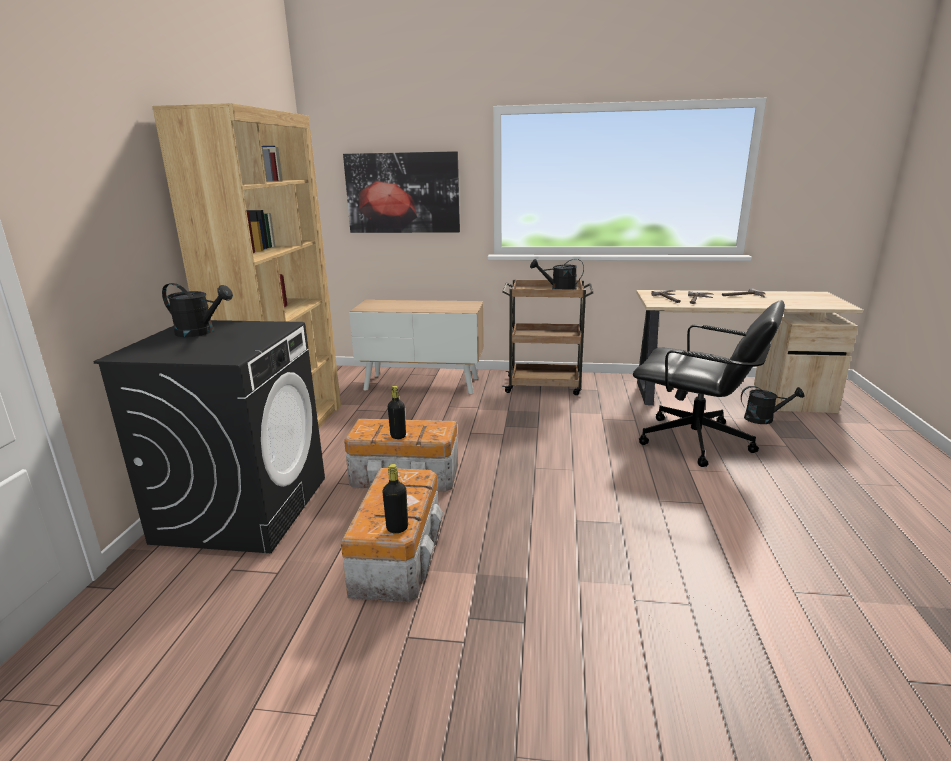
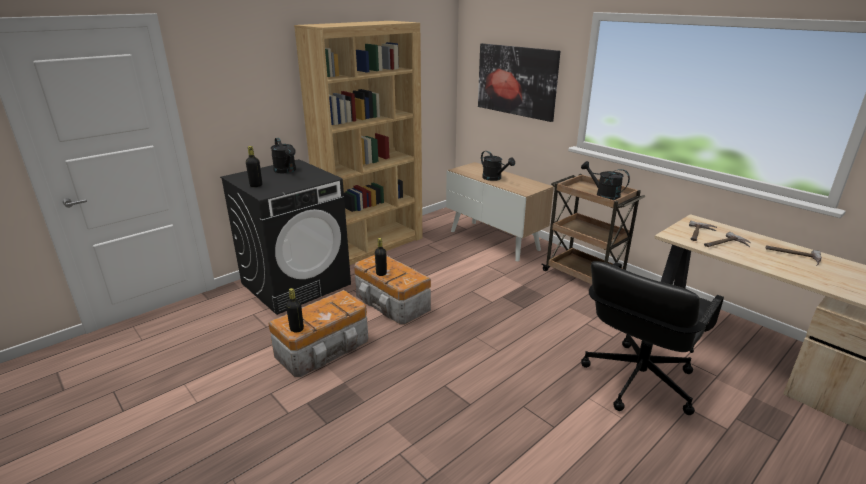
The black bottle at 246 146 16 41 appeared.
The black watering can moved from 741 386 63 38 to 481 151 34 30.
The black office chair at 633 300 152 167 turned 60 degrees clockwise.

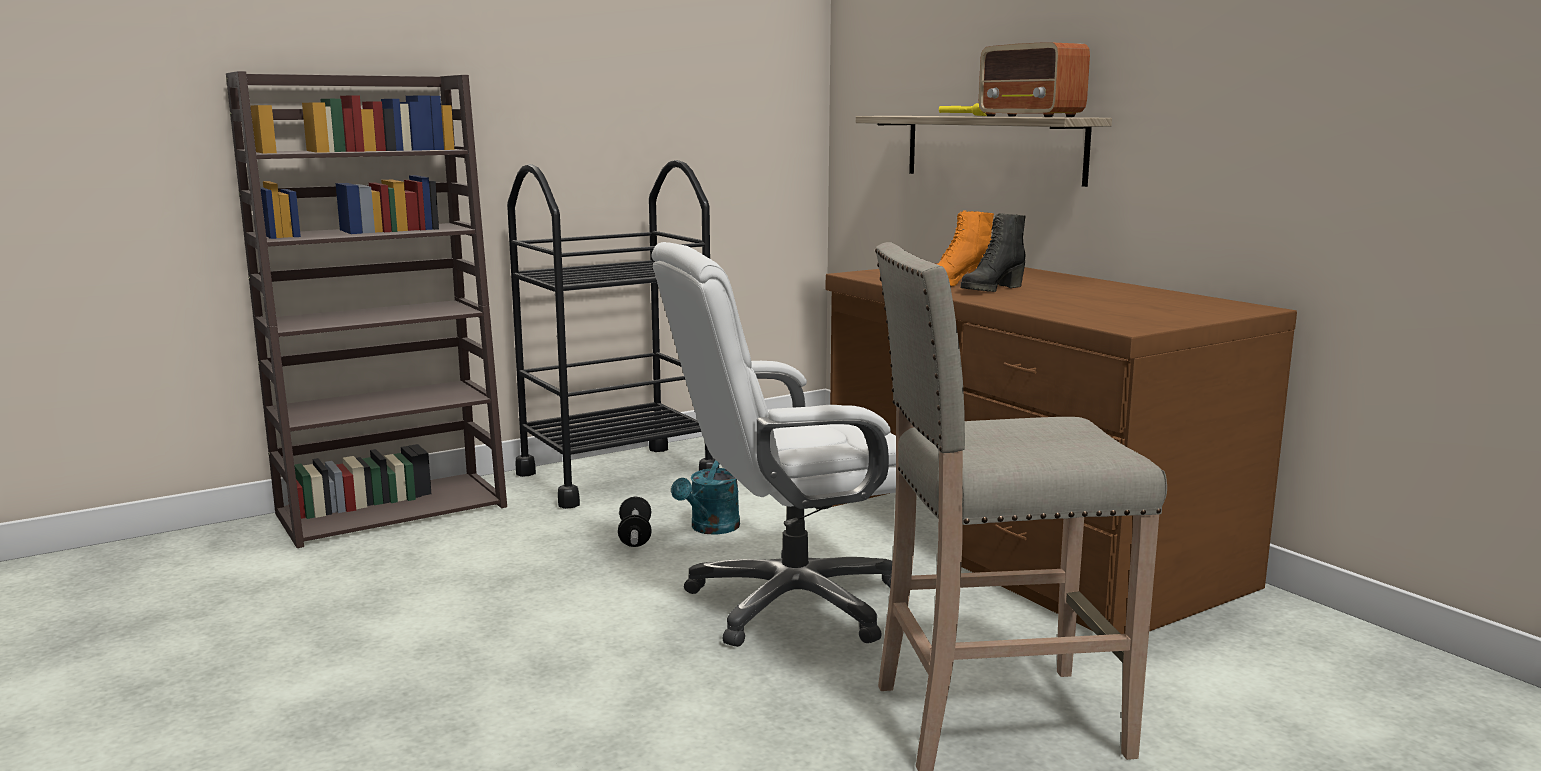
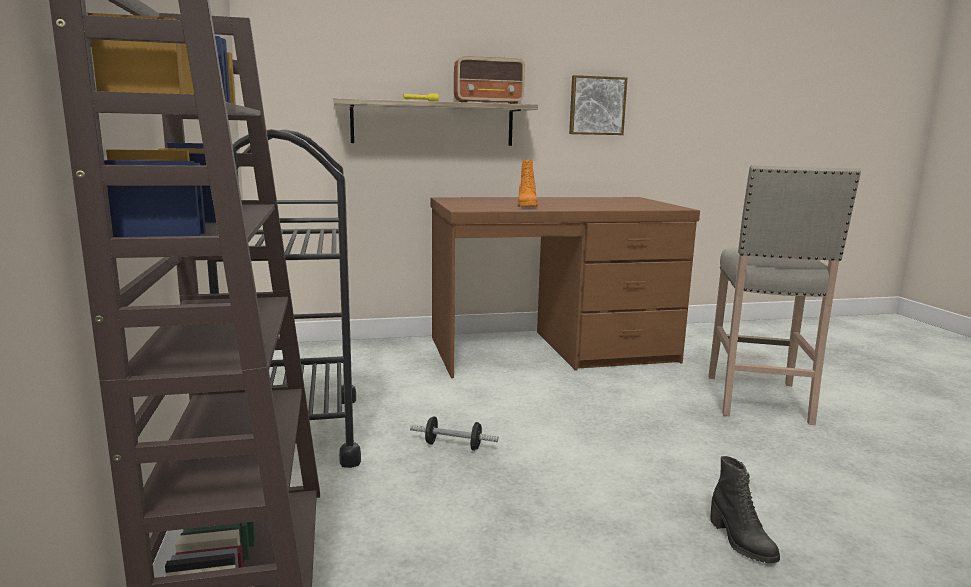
The picture at 569 75 58 60 appeared.
The black boot moved from 961 213 65 79 to 710 456 70 108.
The white office chair at 652 242 244 405 disappeared.
The turquoise watering can at 671 460 69 74 disappeared.

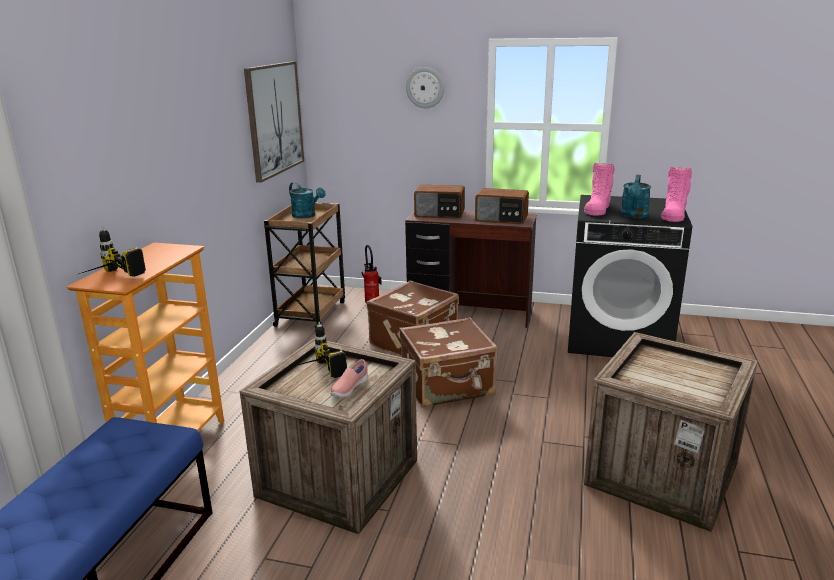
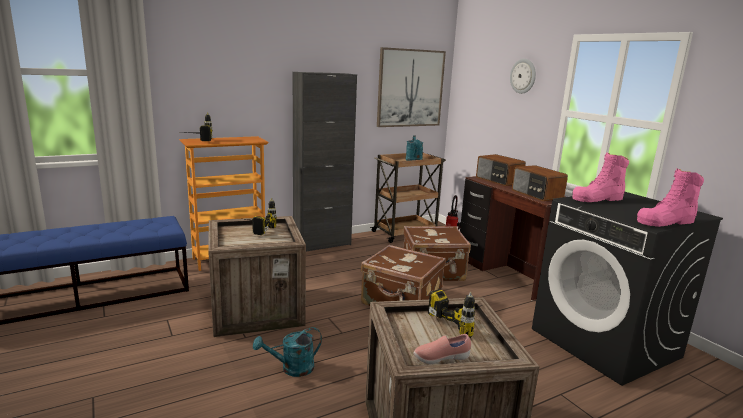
The turquoise watering can moved from 621 175 30 43 to 253 327 69 50.
The black cabinet at 293 72 64 180 appeared.
The pink shoe moved from 331 359 37 38 to 413 334 58 30.
The power drill at 428 289 54 49 appeared.

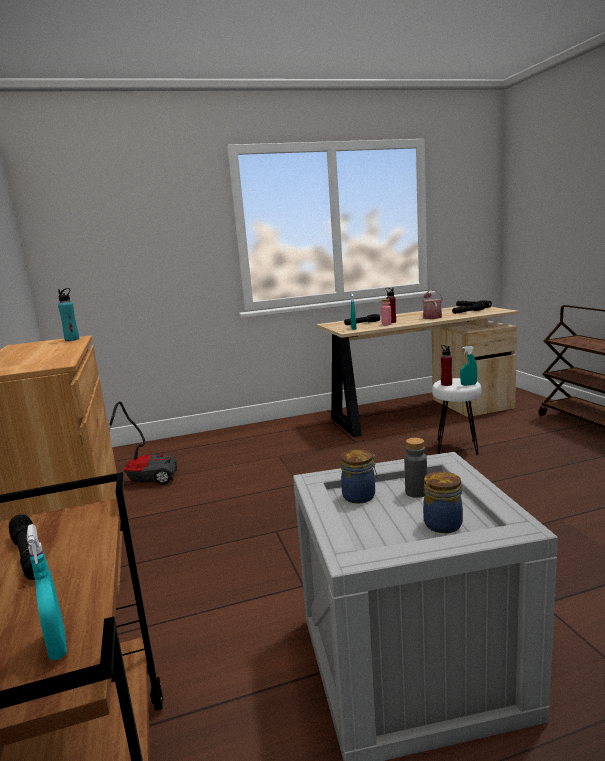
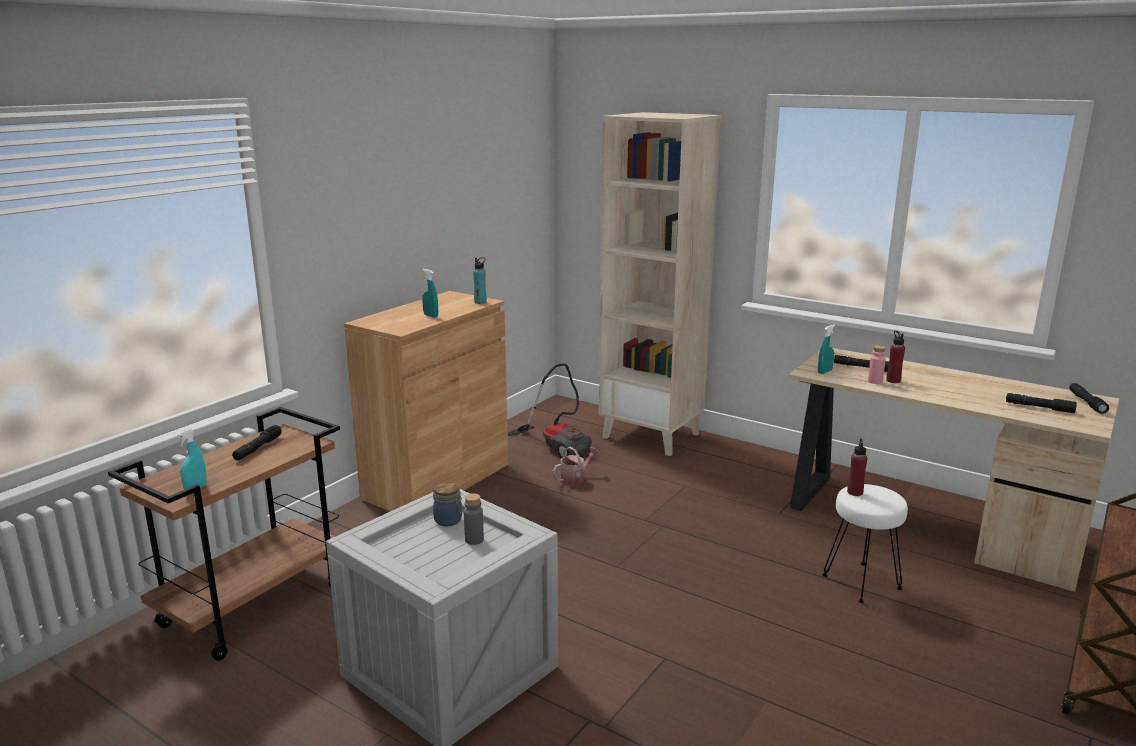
The turquoise spray bottle moved from 460 346 17 40 to 422 269 16 49.
The watering can moved from 422 290 21 29 to 553 447 46 39.
The beige bookcase at 599 112 122 344 appeared.
The jar at 423 471 40 62 disappeared.

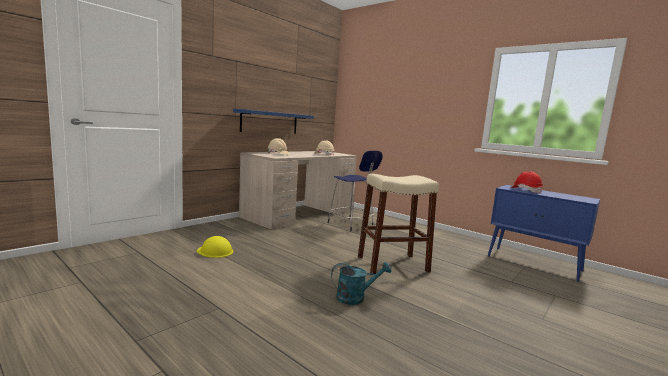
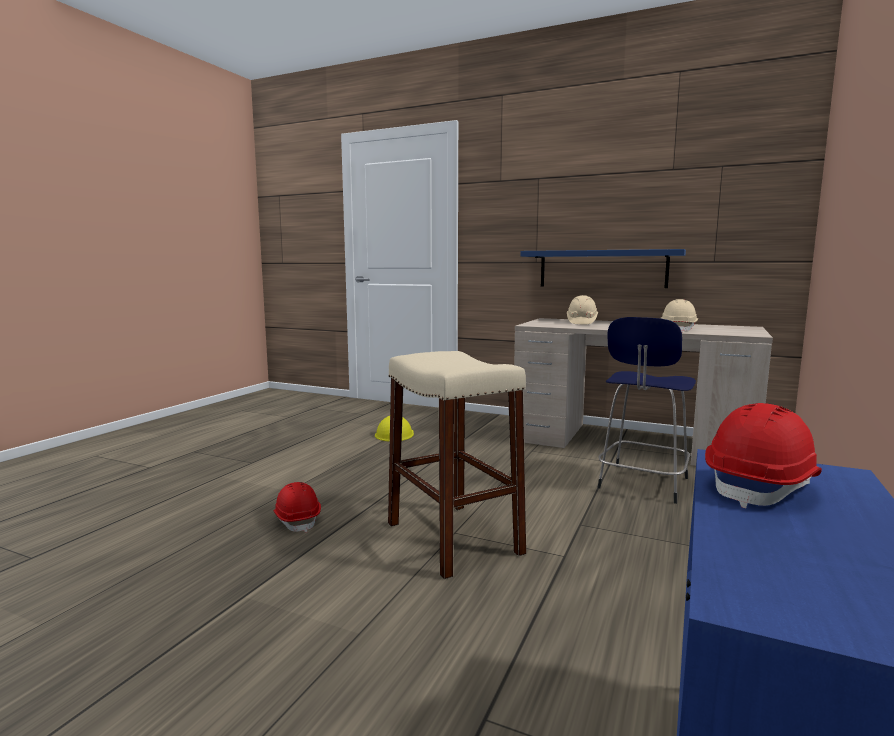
The turquoise watering can at 331 262 60 43 was replaced by the red hard hat at 273 482 48 50.

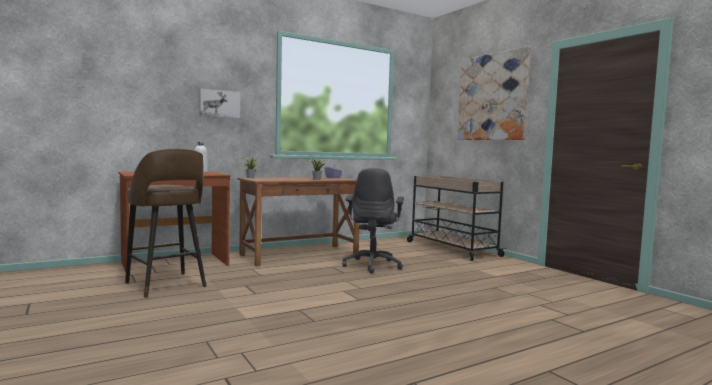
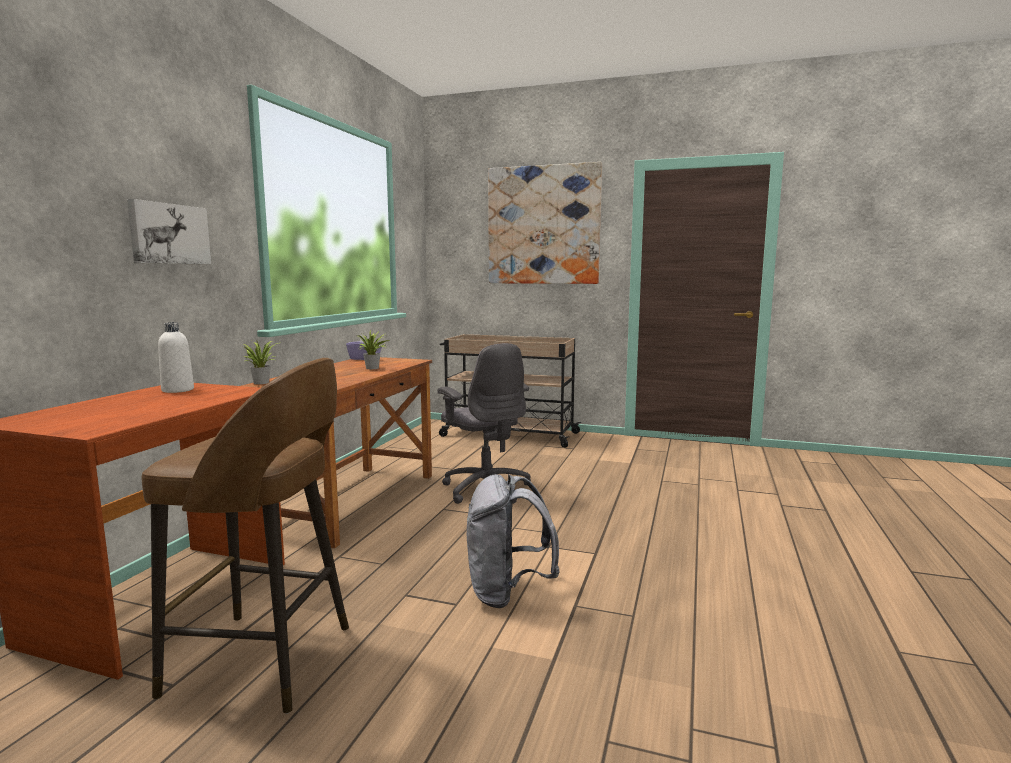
The grey backpack at 467 474 93 134 appeared.

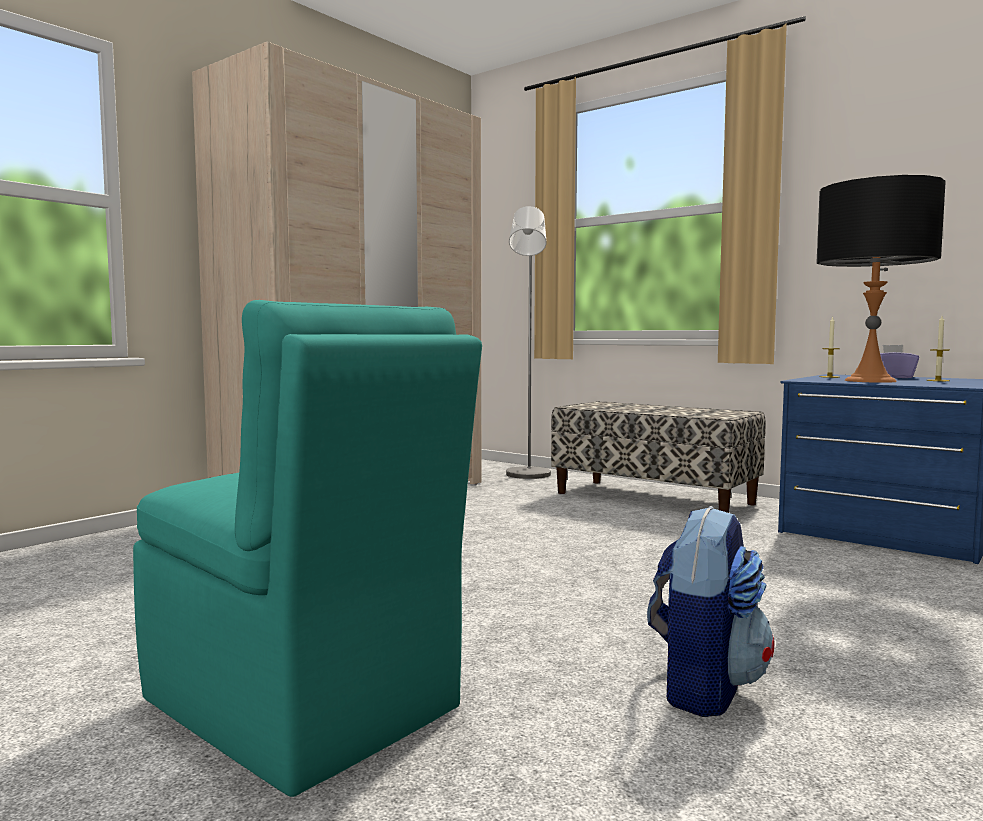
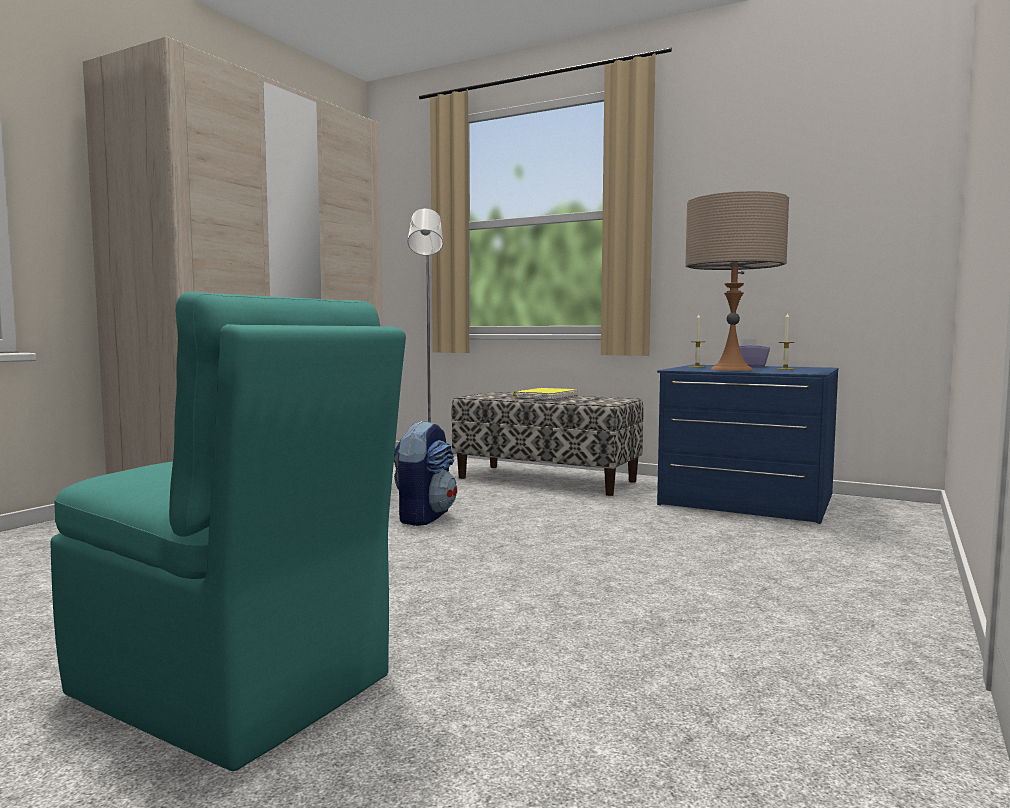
The backpack moved from 647 506 127 211 to 394 421 63 105.
The yellow book at 513 388 65 13 appeared.
The black table lamp at 816 175 130 208 became the beige table lamp at 685 191 104 180.

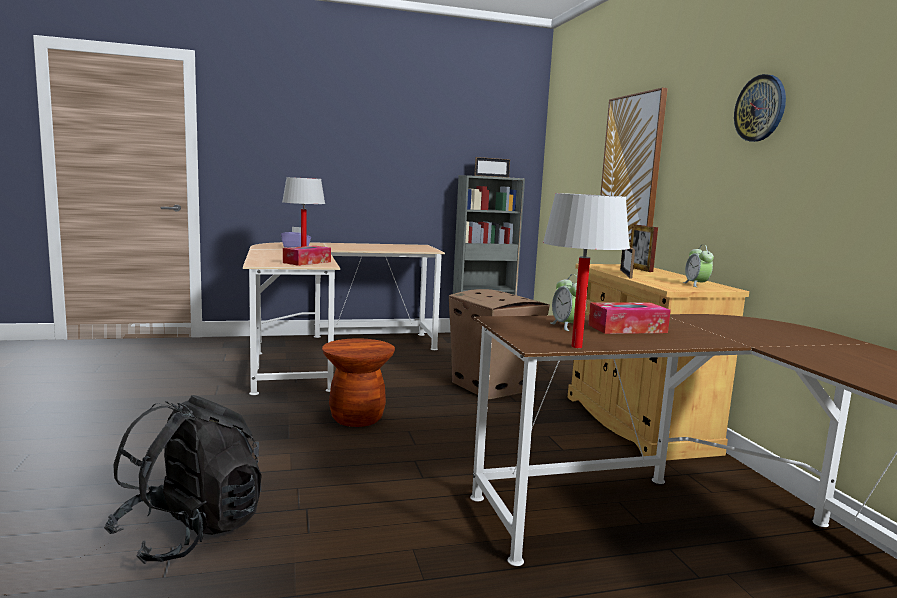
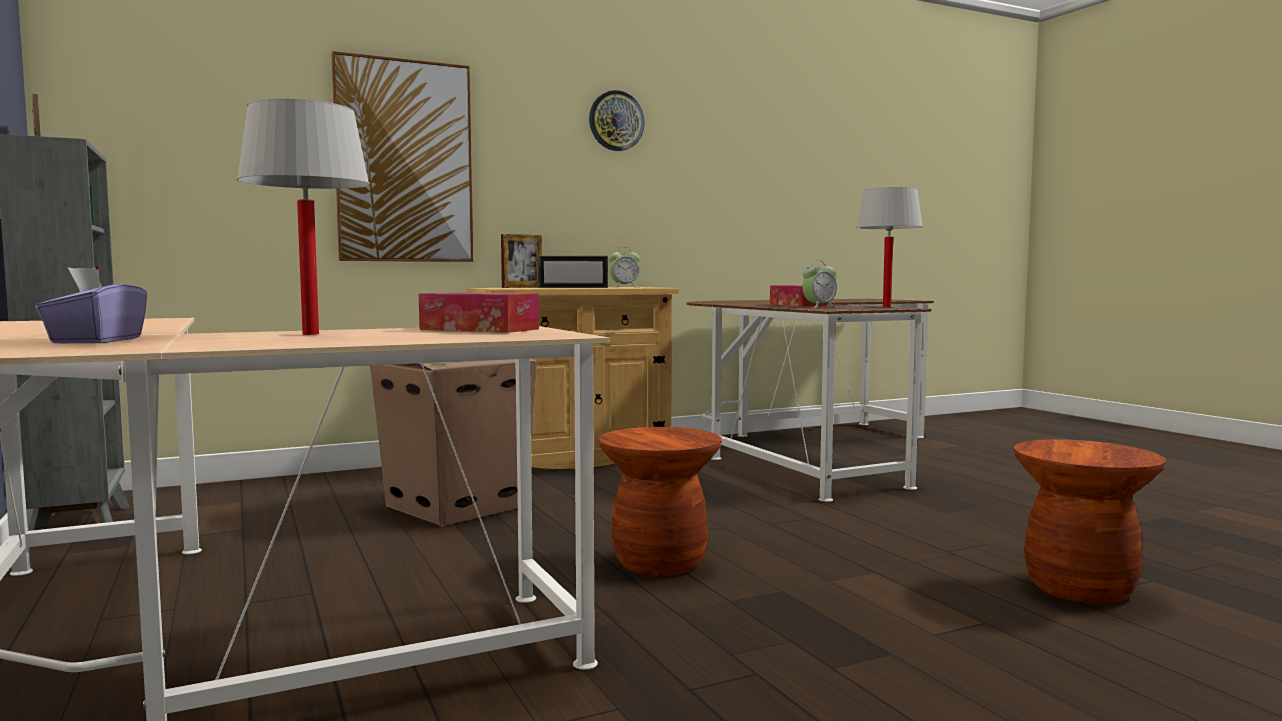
The black backpack at 104 395 158 169 was replaced by the brown stool at 1013 439 153 165.

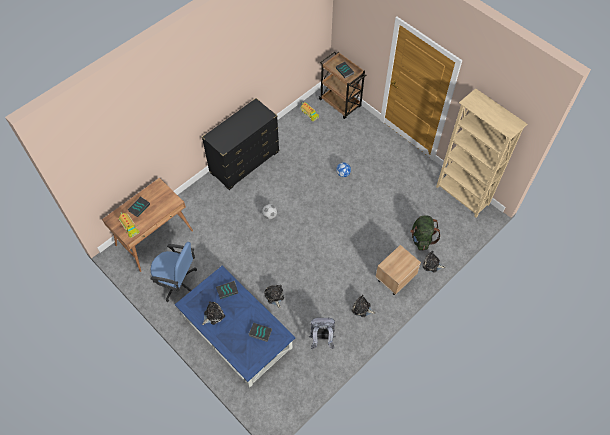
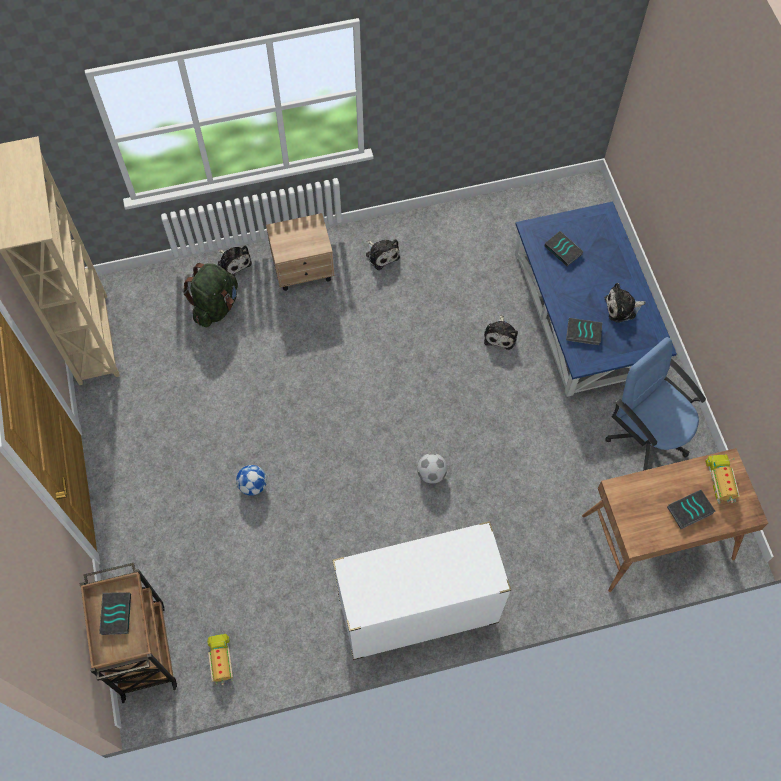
The black dresser at 202 98 77 92 became the white dresser at 332 521 179 139.
The grey backpack at 309 317 27 32 disappeared.

